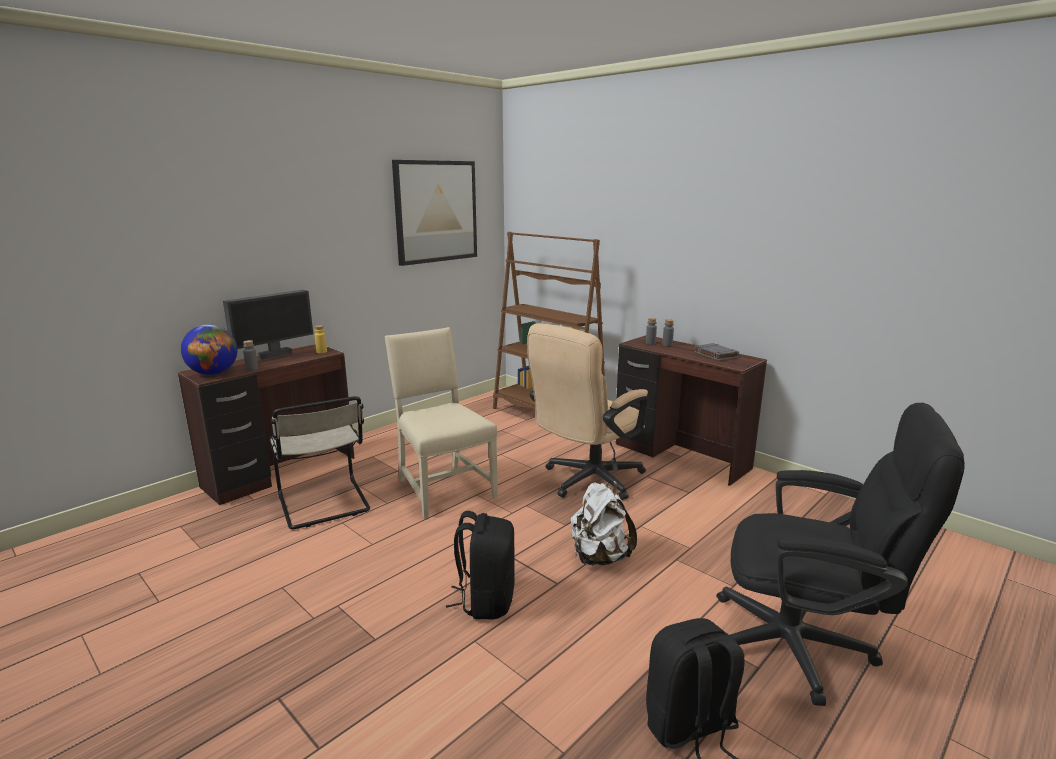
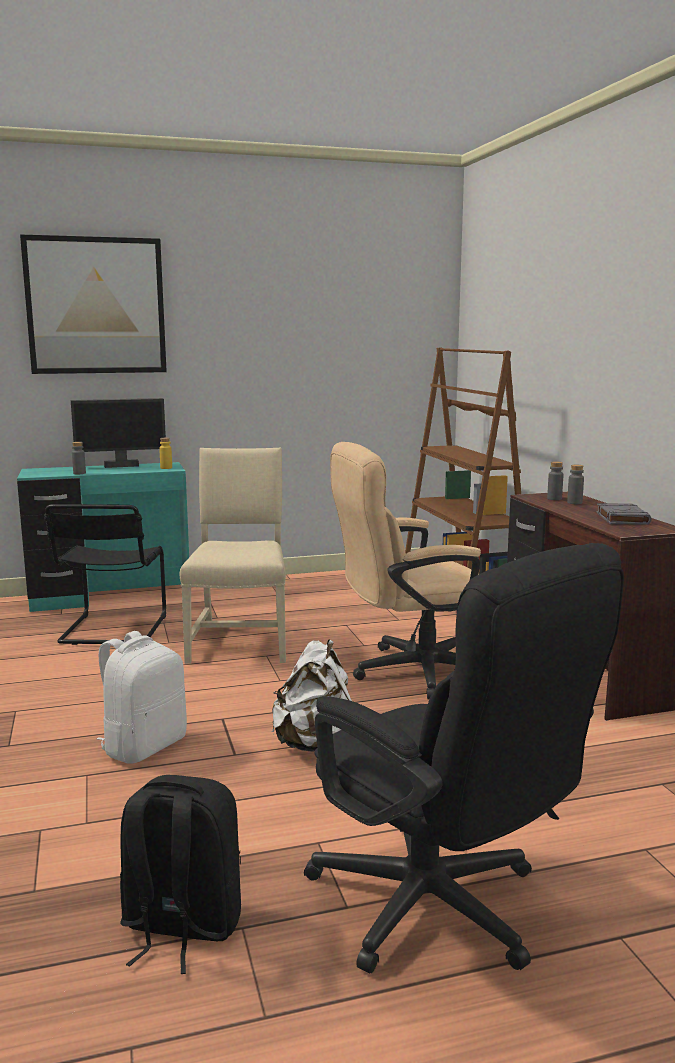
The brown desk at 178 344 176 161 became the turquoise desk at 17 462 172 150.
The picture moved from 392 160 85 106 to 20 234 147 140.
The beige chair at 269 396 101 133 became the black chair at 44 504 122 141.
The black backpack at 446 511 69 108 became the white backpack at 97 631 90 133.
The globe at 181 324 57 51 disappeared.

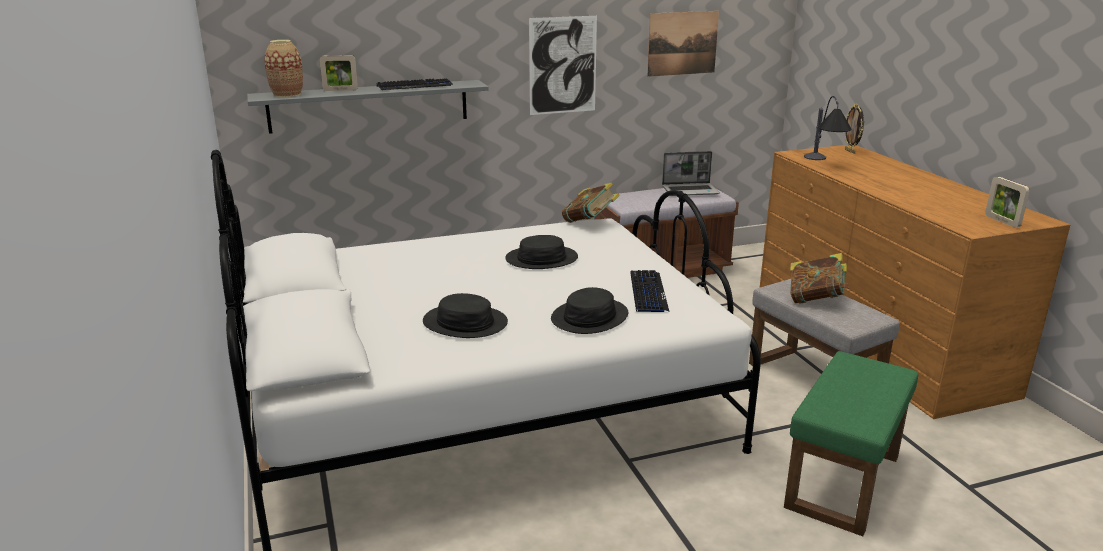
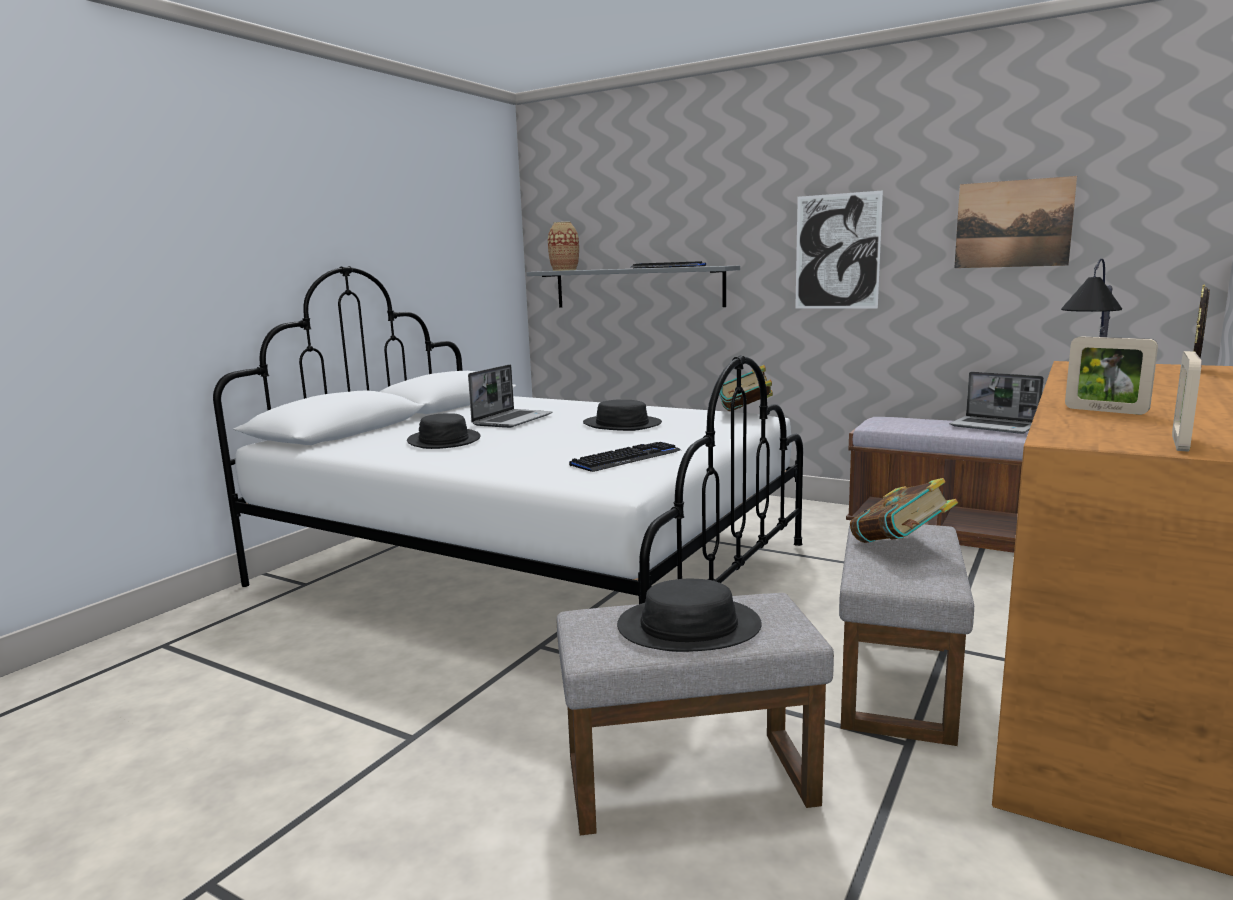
The laptop at 468 364 85 64 appeared.
The green ottoman at 784 351 134 185 became the grey ottoman at 557 593 277 242.
The black hat moved from 551 287 77 47 to 617 579 145 73.
The picture frame moved from 320 55 38 36 to 1065 337 93 78.

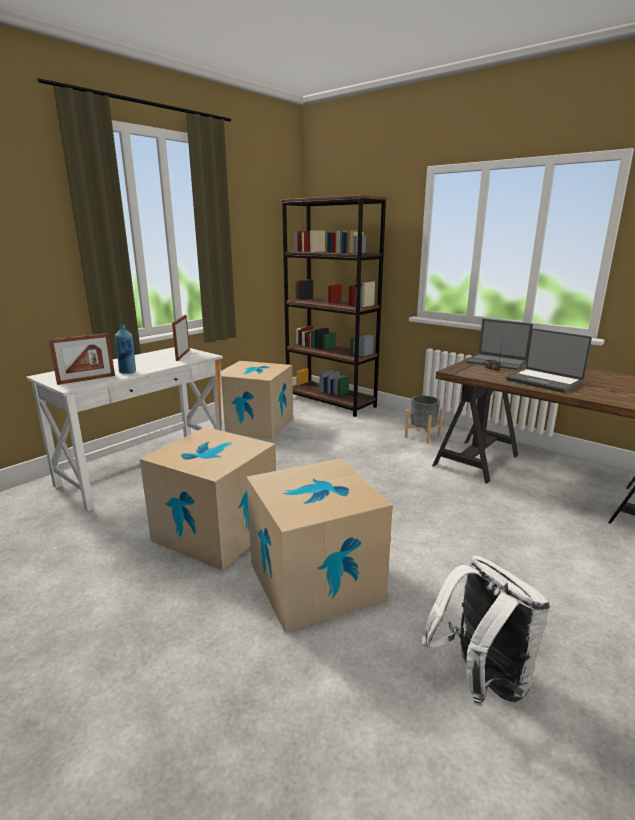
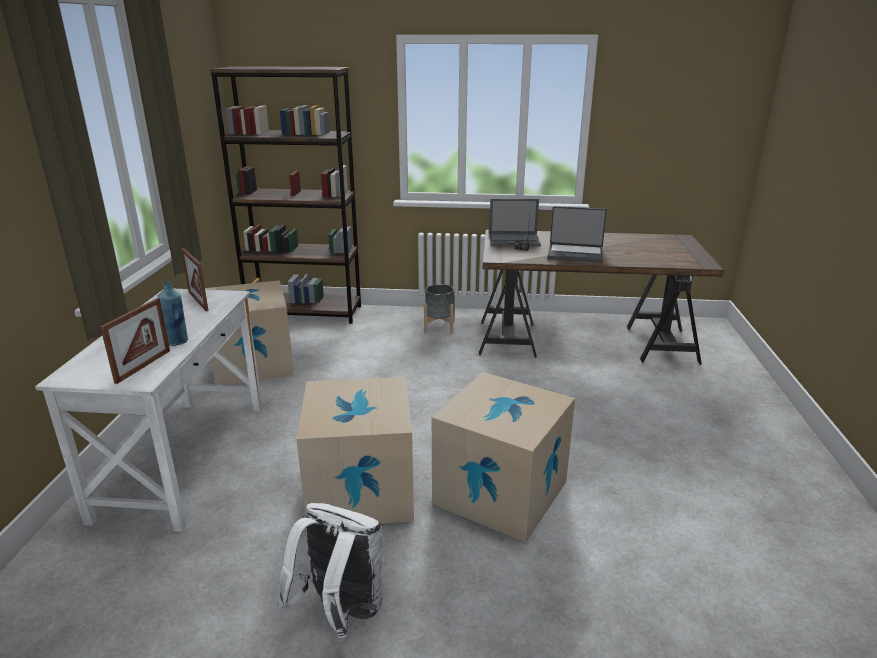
The white backpack moved from 421 555 129 151 to 278 503 105 135.

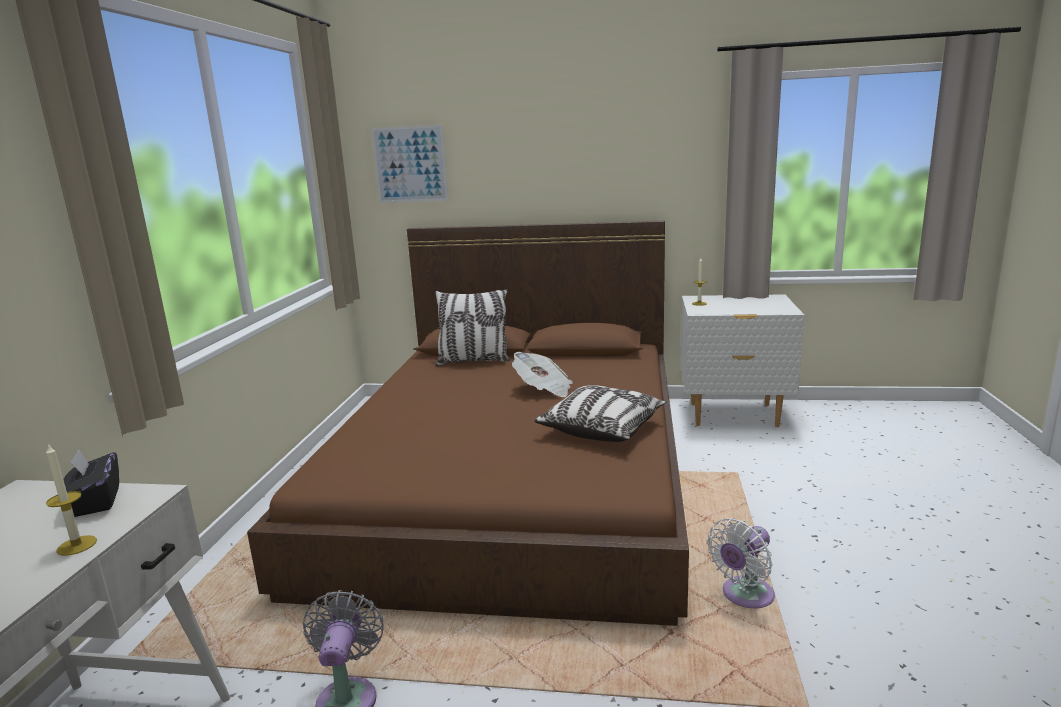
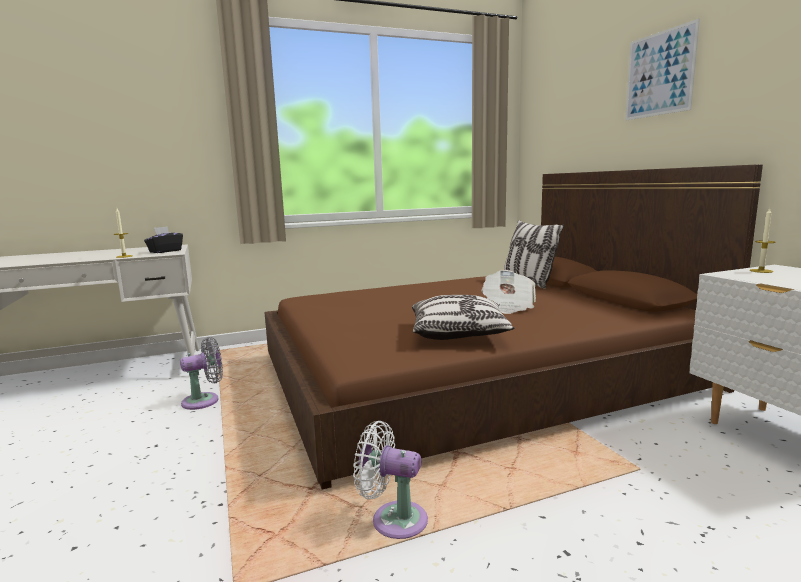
The picture moved from 371 125 77 78 to 625 19 75 102.

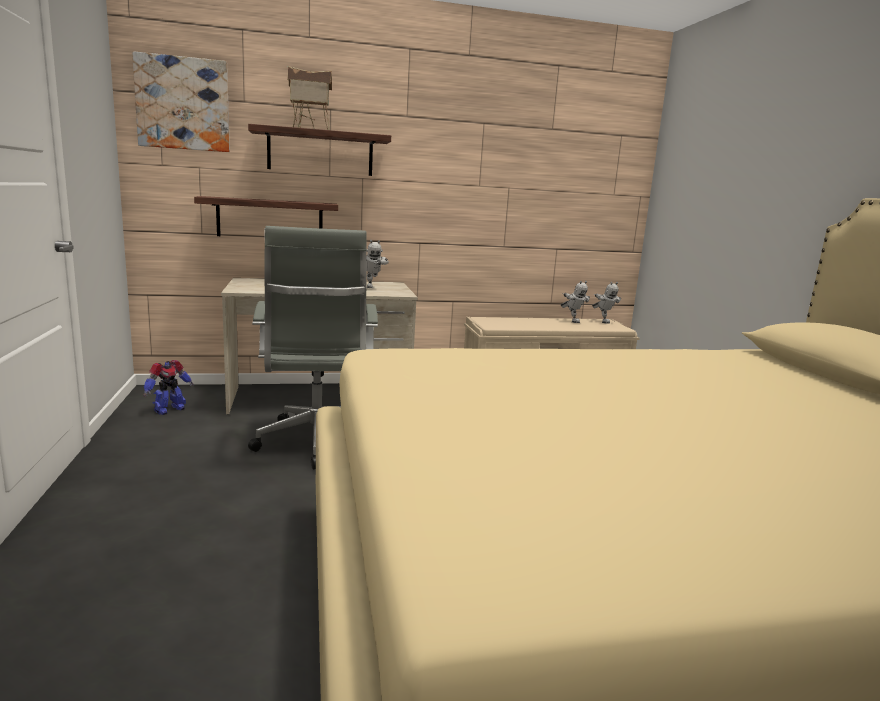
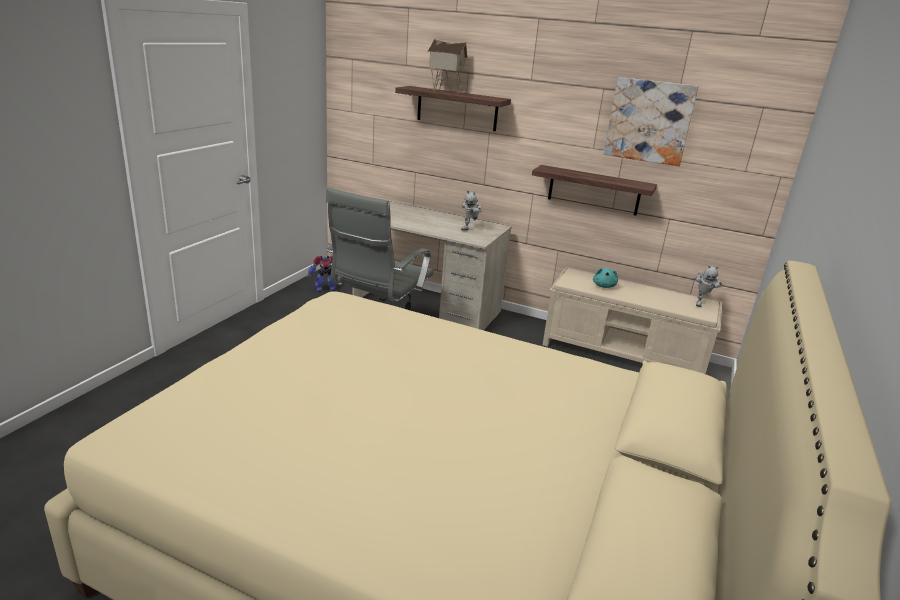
The shelf moved from 194 196 144 40 to 532 165 125 50.
The turquoise plush toy at 593 268 25 20 appeared.
The picture moved from 132 51 98 101 to 604 77 95 89.
The toy robot at 561 281 29 42 disappeared.

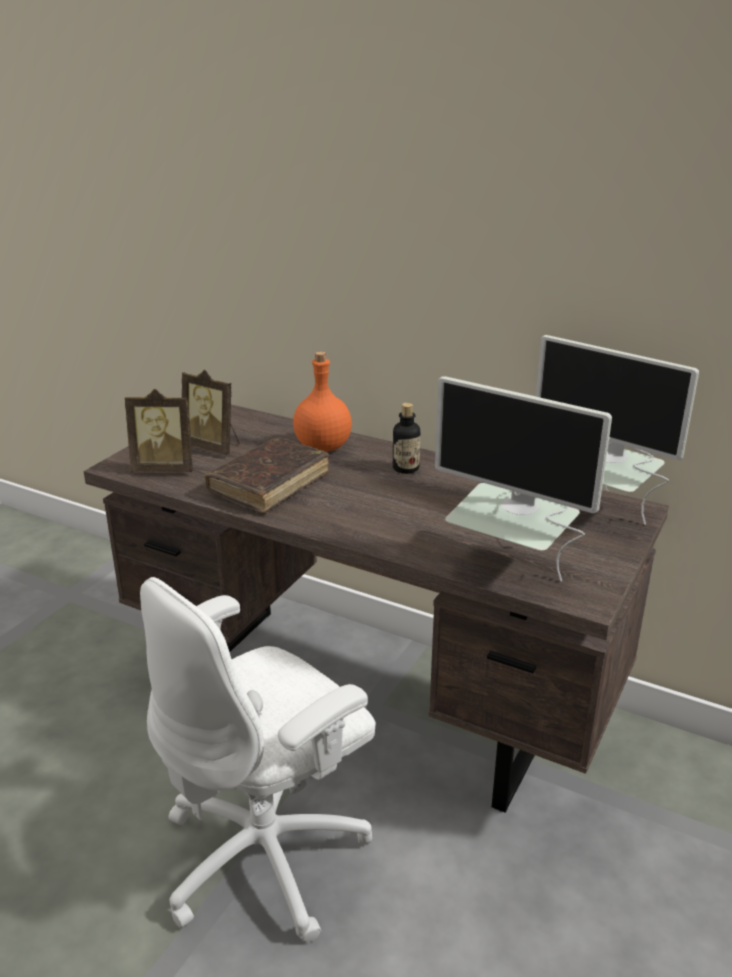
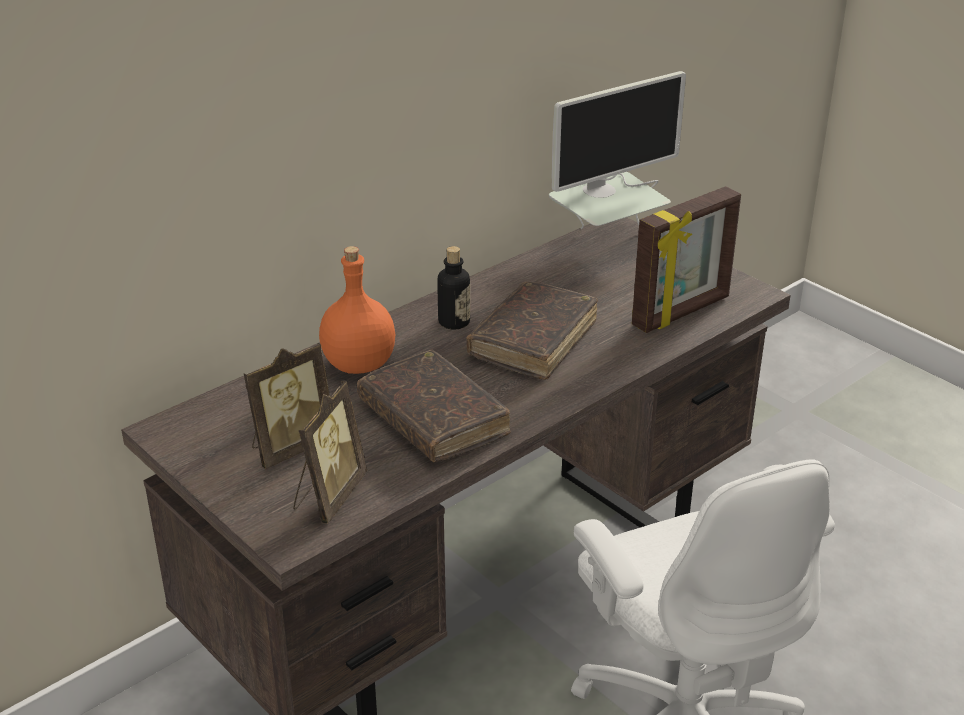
The brown book at 466 282 132 98 appeared.
The monitor at 435 376 177 206 was replaced by the picture frame at 632 186 109 147.

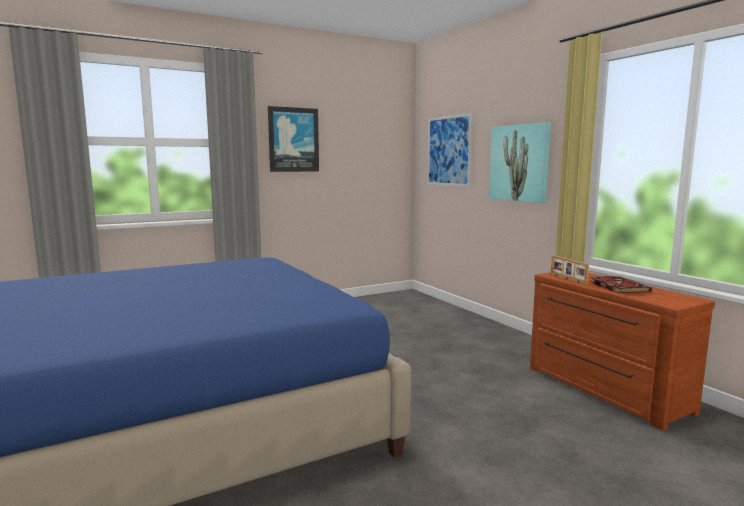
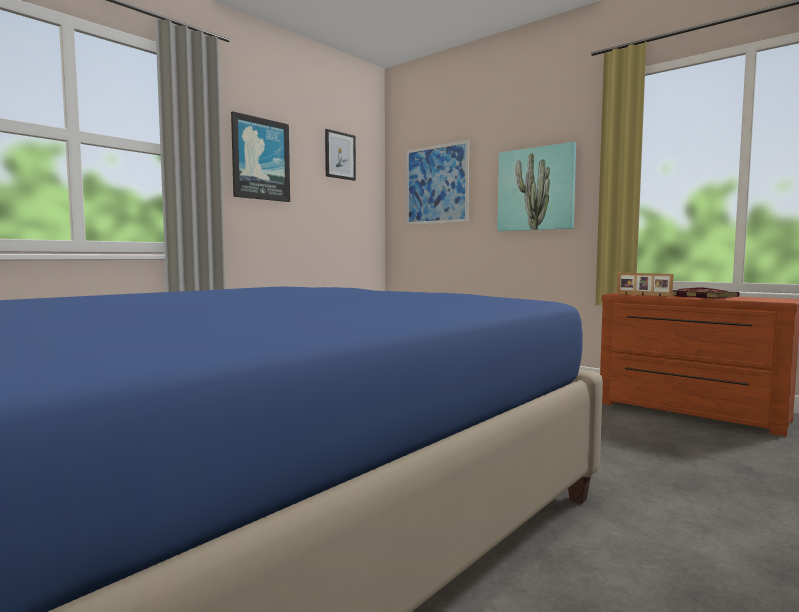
The picture at 325 129 31 52 appeared.

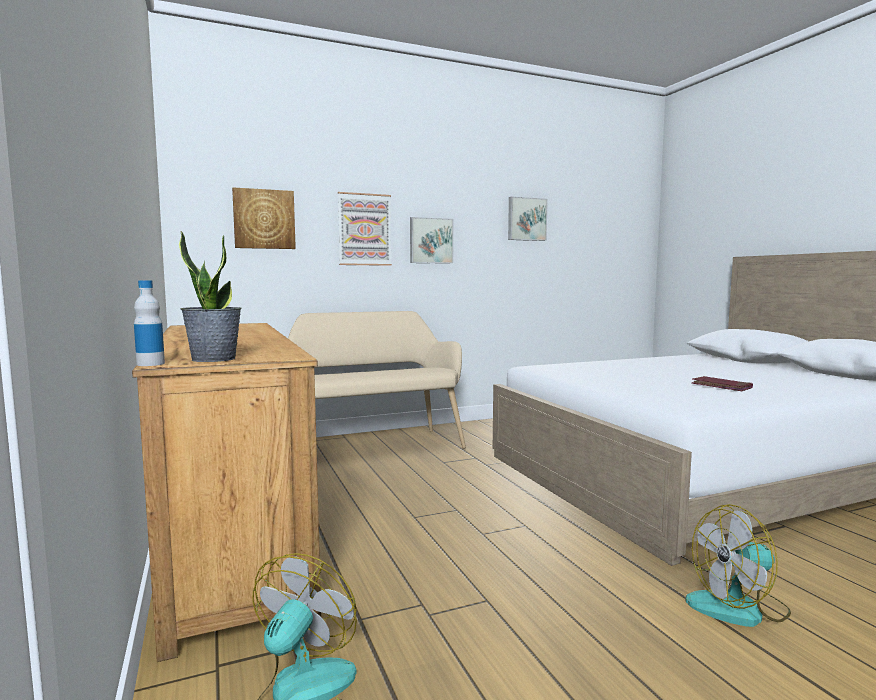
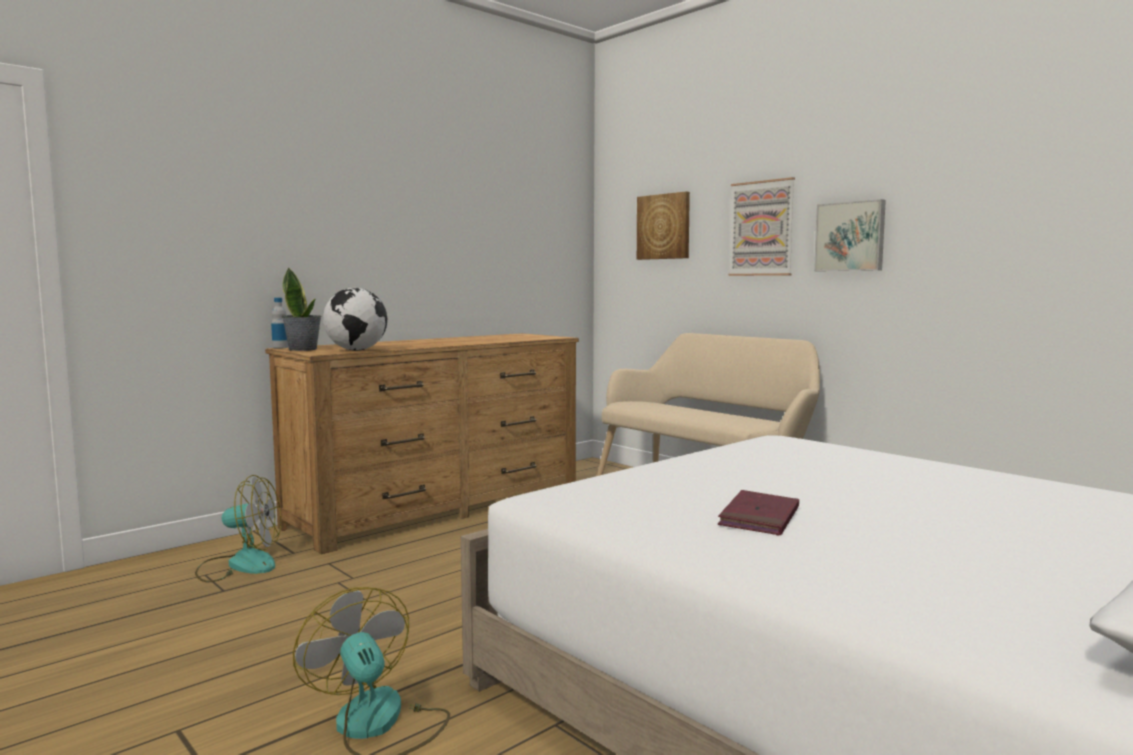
The globe at 323 288 64 63 appeared.
The picture at 508 196 40 45 disappeared.

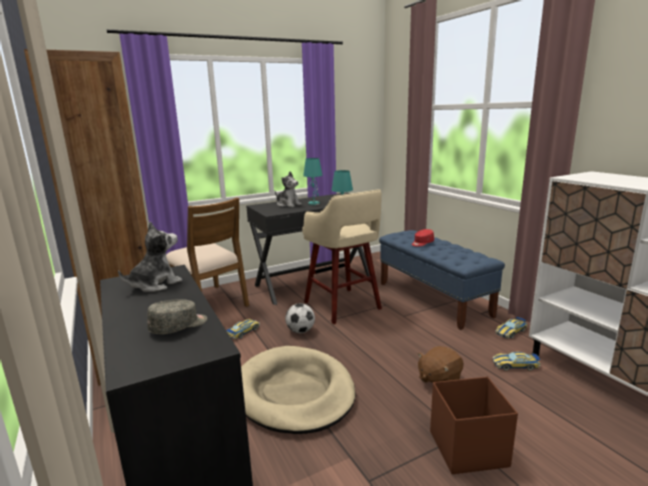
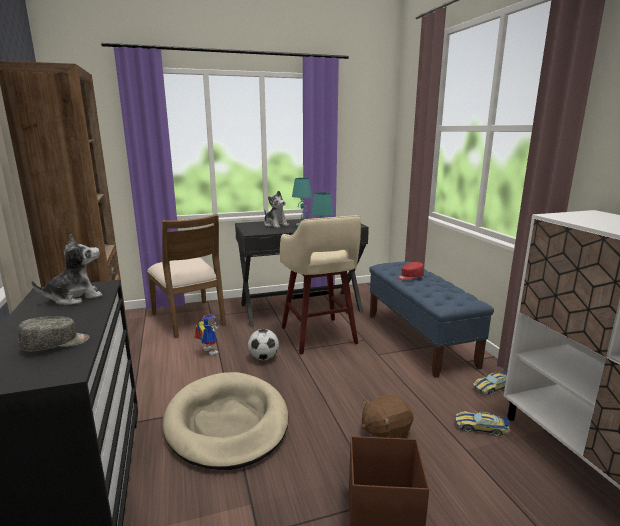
The toy car at 226 319 34 20 was replaced by the toy robot at 194 314 25 42.

